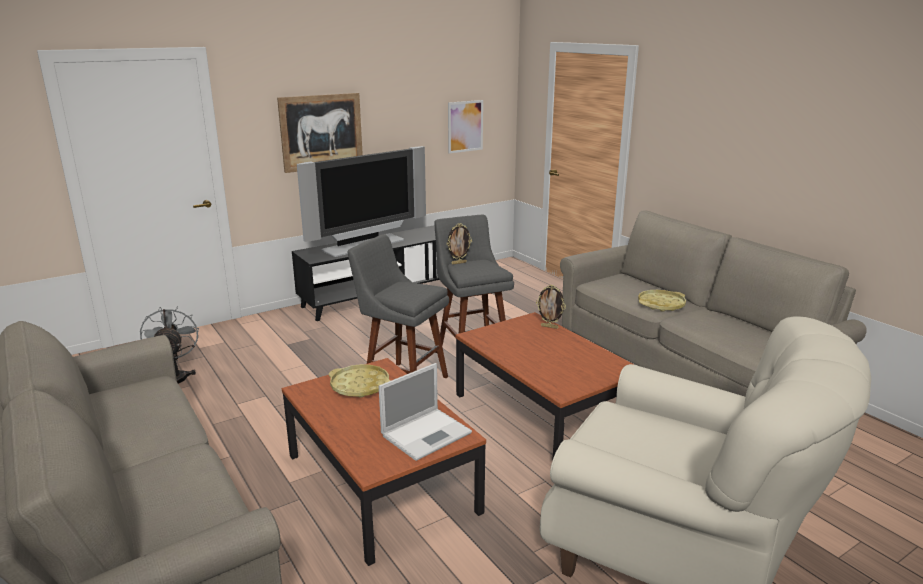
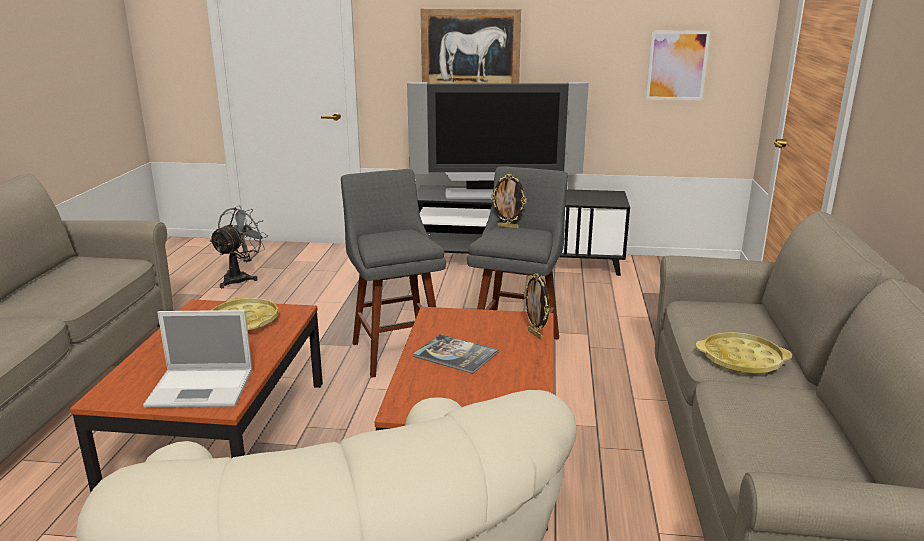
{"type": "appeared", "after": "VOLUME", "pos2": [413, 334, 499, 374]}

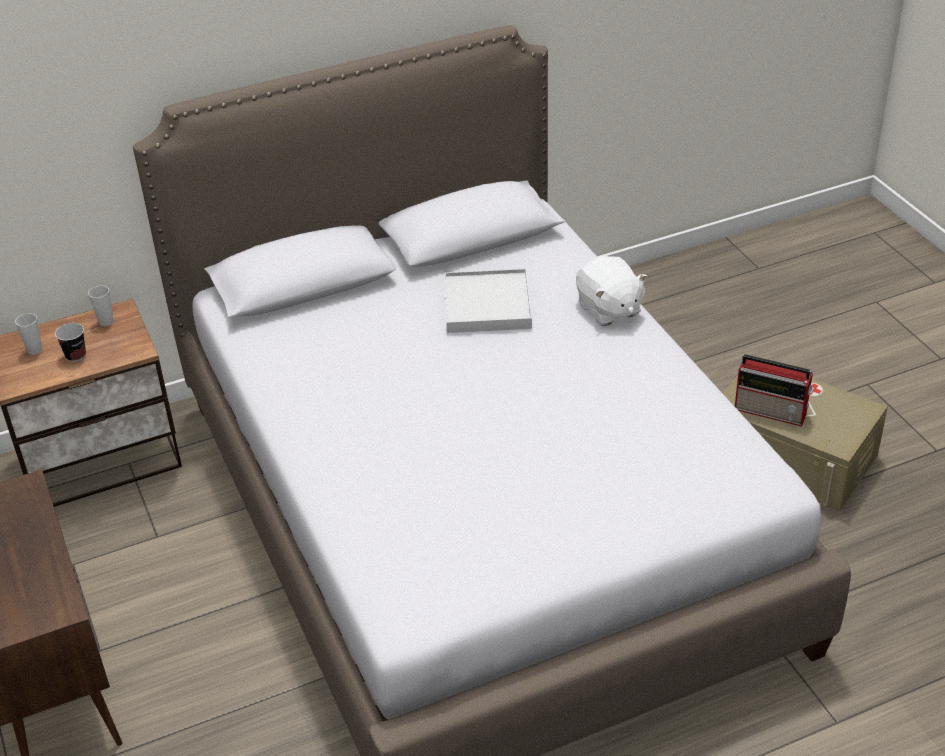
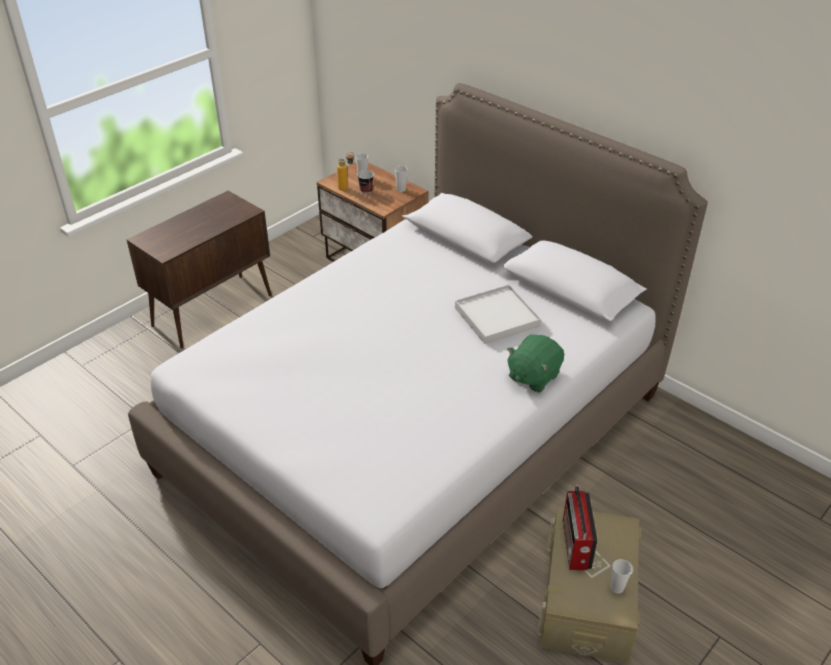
{"type": "colour", "before": "WHITE-COLOURED PLUSH TOY", "after": "GREENISH PLUSH TOY", "pos1": [576, 256, 648, 326], "pos2": [507, 334, 564, 392]}
{"type": "appeared", "after": "DRINK BOTTLE", "pos2": [337, 152, 354, 191]}
{"type": "appeared", "after": "DRINKING CUP", "pos2": [610, 559, 632, 594]}

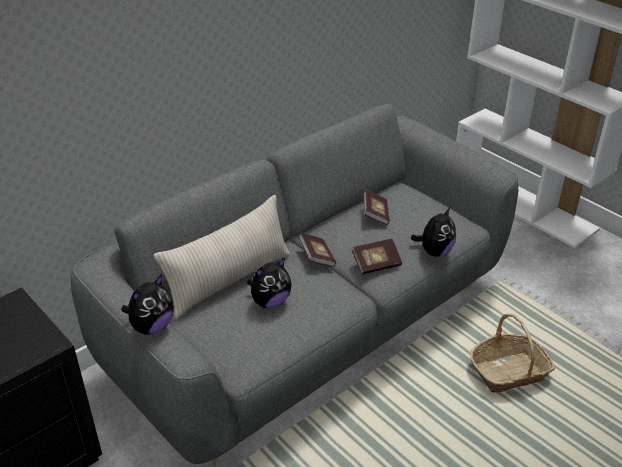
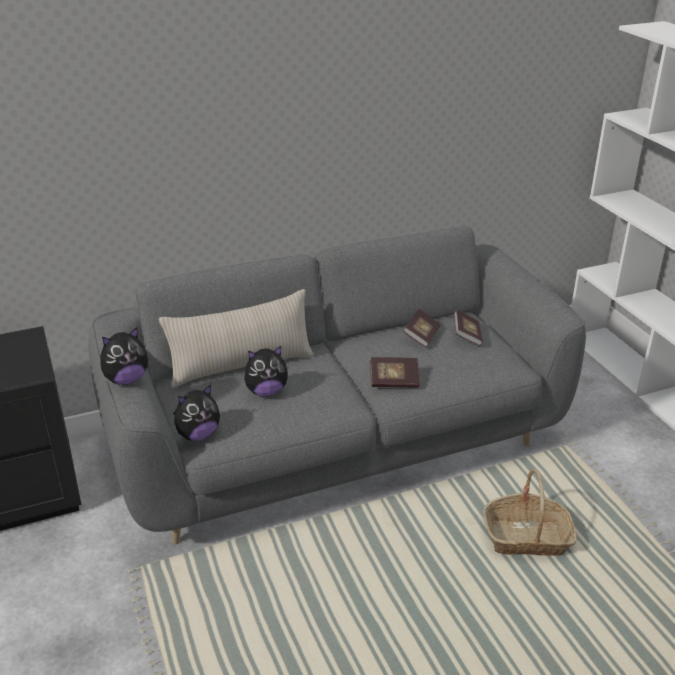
{"type": "relocated", "before": "VOLUME", "pos1": [299, 232, 336, 267], "pos2": [454, 309, 483, 346]}
{"type": "relocated", "before": "PLUSH TOY", "pos1": [411, 208, 456, 257], "pos2": [174, 384, 220, 441]}

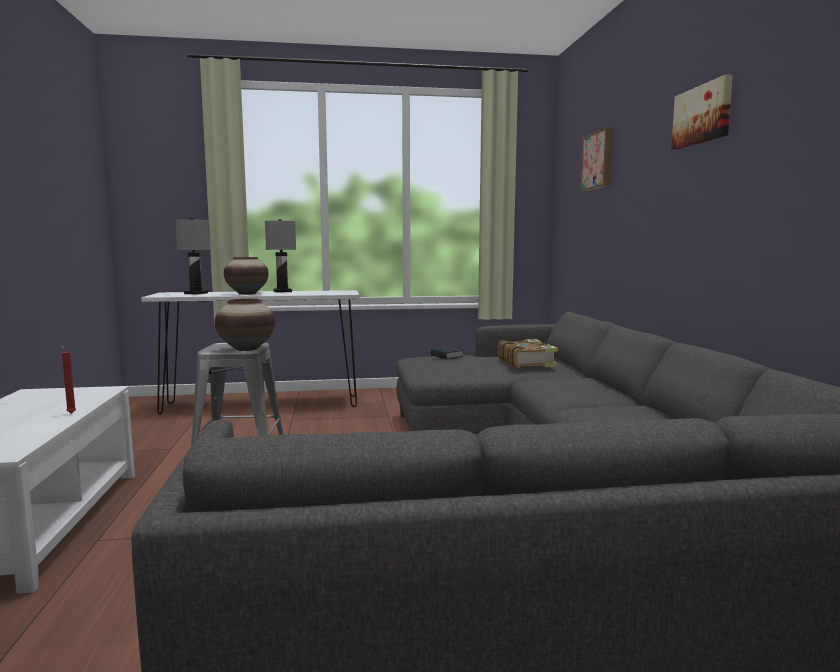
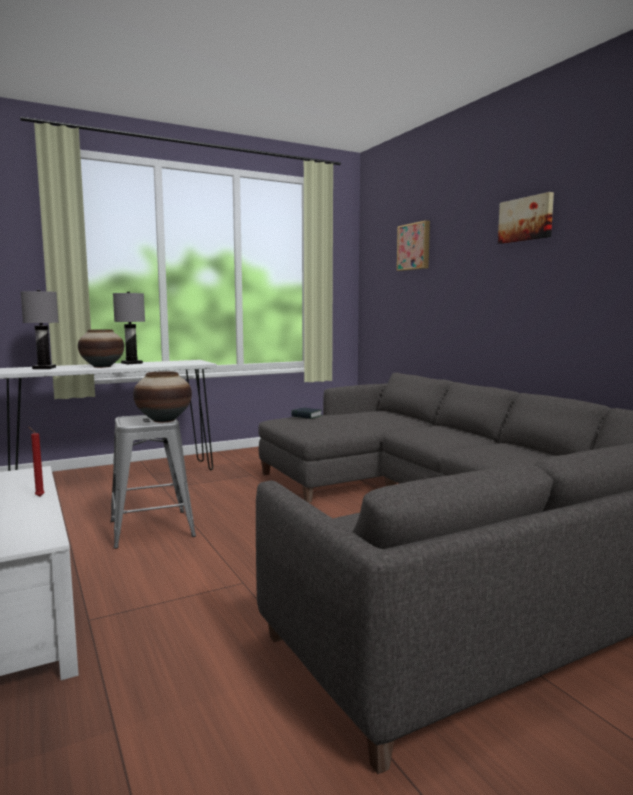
{"type": "missing", "before": "VOLUME", "pos1": [498, 339, 558, 368]}

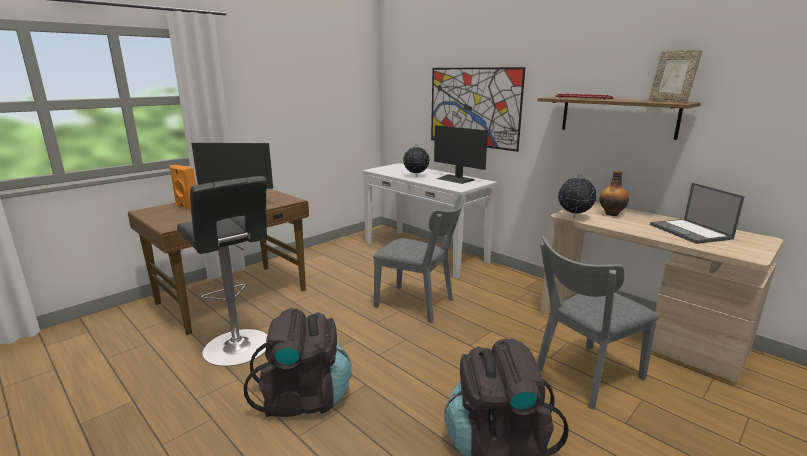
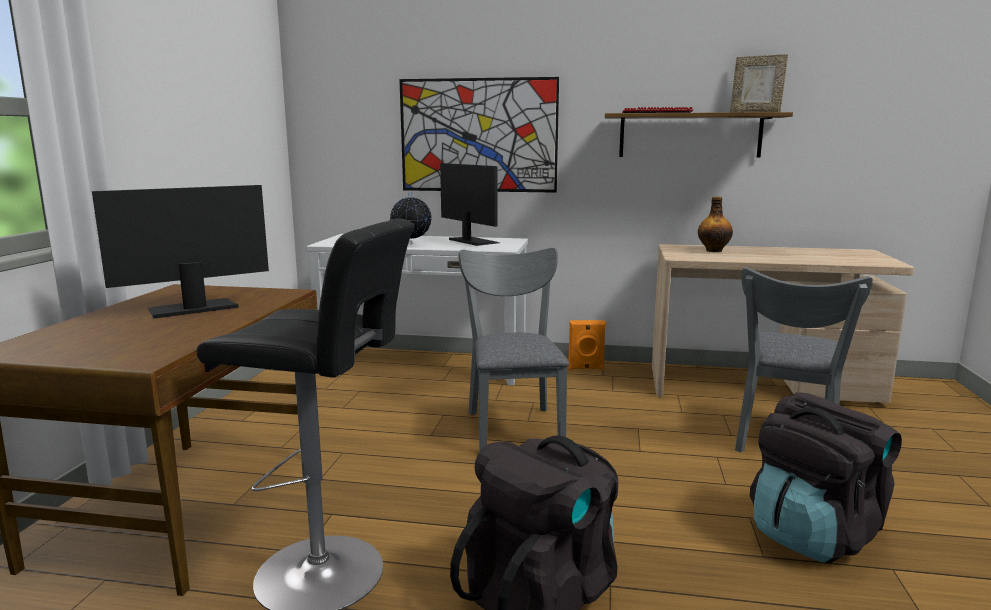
{"type": "relocated", "before": "ORANGE-COLOURED SPEAKER", "pos1": [169, 165, 196, 210], "pos2": [568, 320, 606, 369]}
{"type": "spun", "before": "GRAY PLAIN CHAIR", "pos1": [373, 194, 464, 323], "pos2": [458, 248, 569, 452], "turn": -90}
{"type": "spun", "before": "COMPUTER SCREEN", "pos1": [434, 125, 488, 184], "pos2": [440, 163, 499, 246], "turn": -135}
{"type": "missing", "before": "DESK GLOBE", "pos1": [558, 173, 596, 217]}
{"type": "missing", "before": "LAPTOP", "pos1": [650, 183, 745, 244]}

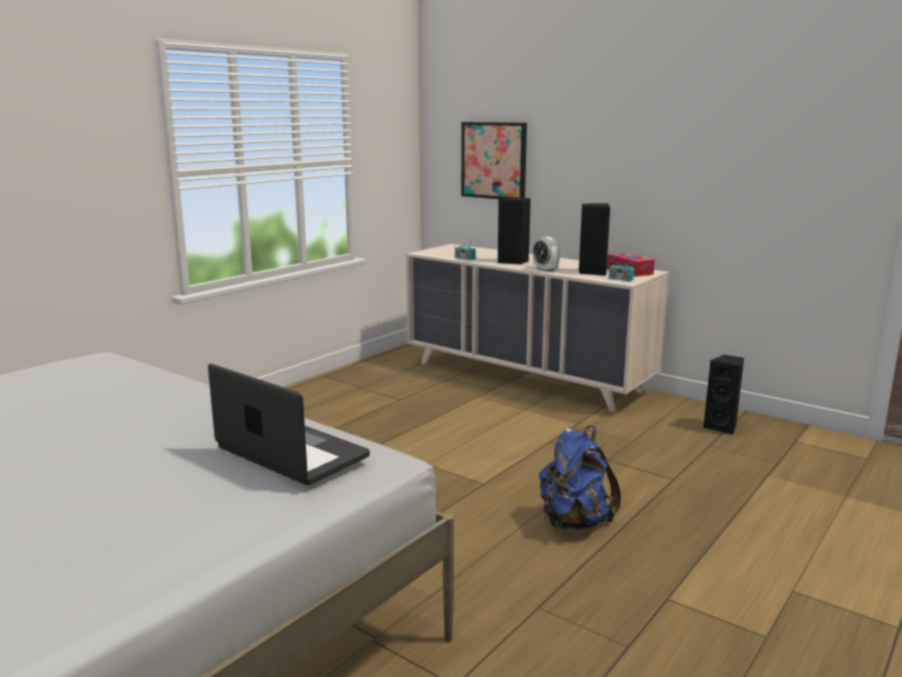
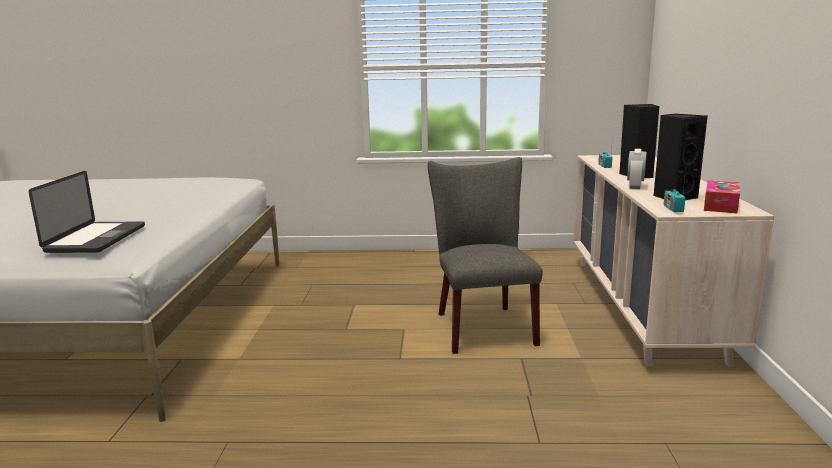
{"type": "missing", "before": "PICTURE", "pos1": [461, 122, 527, 199]}
{"type": "missing", "before": "BLUE BACKPACK", "pos1": [539, 426, 621, 529]}
{"type": "missing", "before": "BLACK-COLOURED SPEAKER", "pos1": [703, 355, 744, 435]}
{"type": "appeared", "after": "GRAY PLAIN CHAIR", "pos2": [428, 157, 543, 354]}

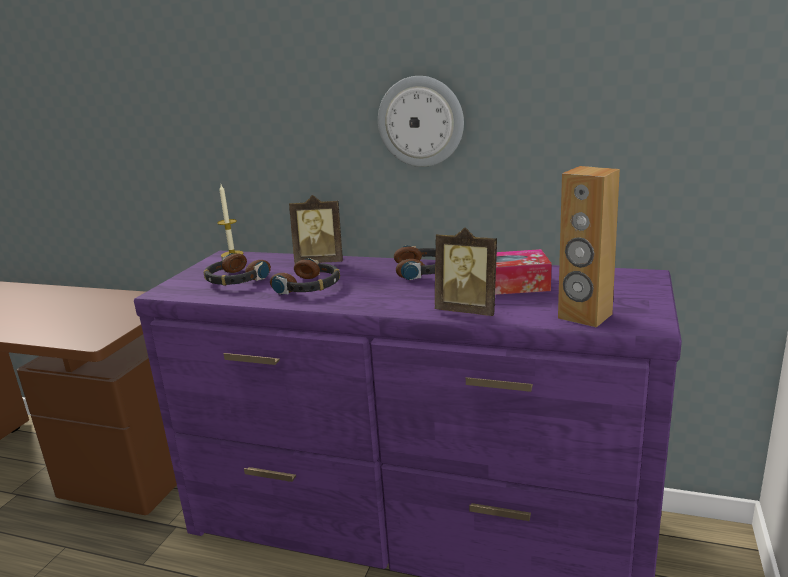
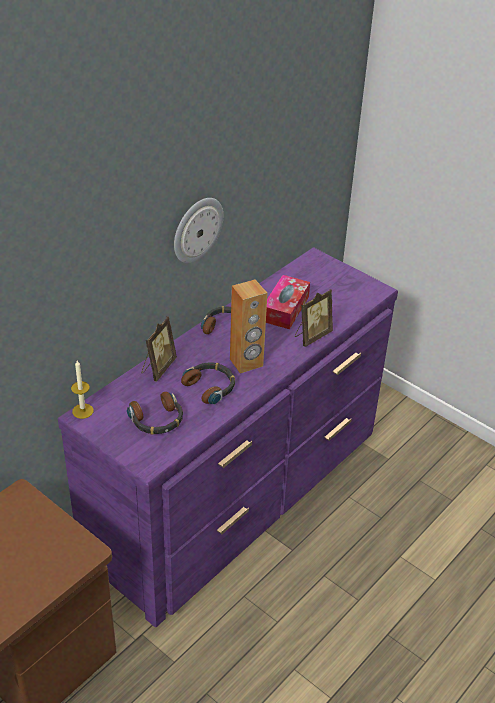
{"type": "relocated", "before": "BROWN SPEAKER", "pos1": [558, 166, 620, 328], "pos2": [230, 279, 267, 374]}

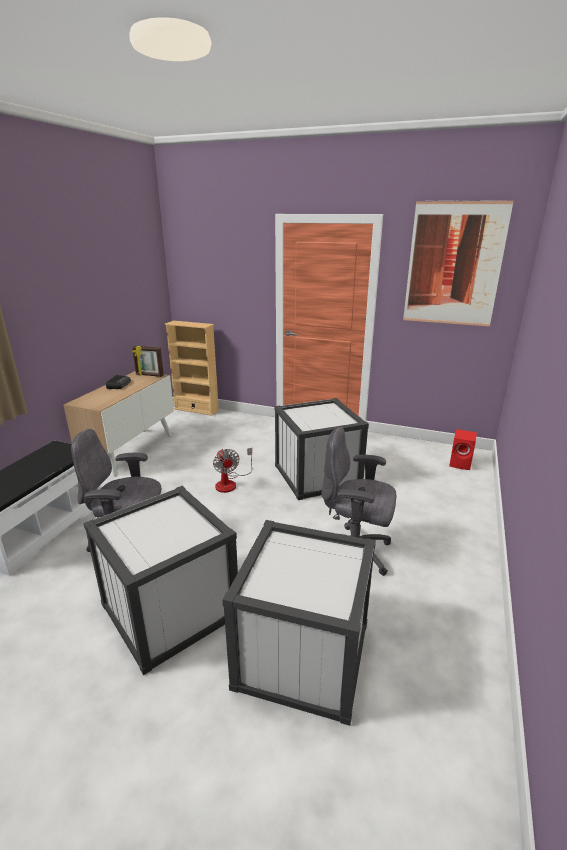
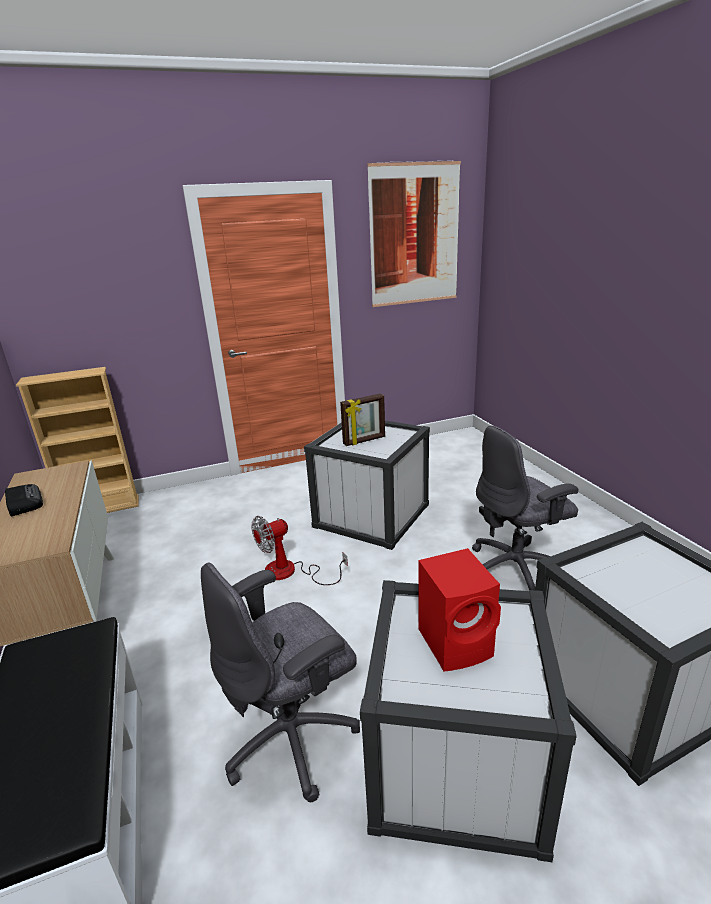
{"type": "relocated", "before": "PHOTO FRAME", "pos1": [132, 346, 164, 377], "pos2": [340, 394, 385, 446]}
{"type": "spun", "before": "FAN", "pos1": [213, 448, 252, 493], "pos2": [251, 516, 348, 585], "turn": 120}
{"type": "relocated", "before": "RED SPEAKER", "pos1": [449, 429, 477, 470], "pos2": [418, 548, 501, 671]}

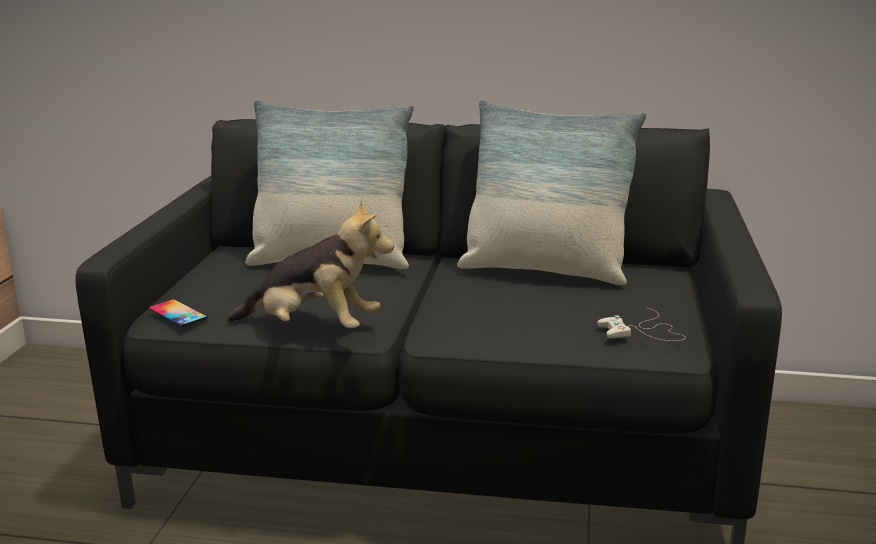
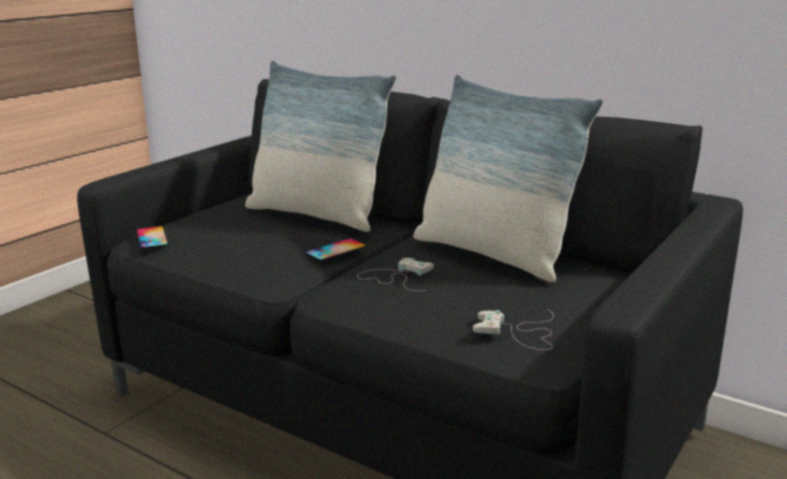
{"type": "missing", "before": "PLUSH TOY", "pos1": [227, 199, 394, 328]}
{"type": "appeared", "after": "PHONE", "pos2": [305, 238, 366, 261]}
{"type": "appeared", "after": "WHITE-COLOURED GAMEPAD", "pos2": [357, 258, 434, 291]}

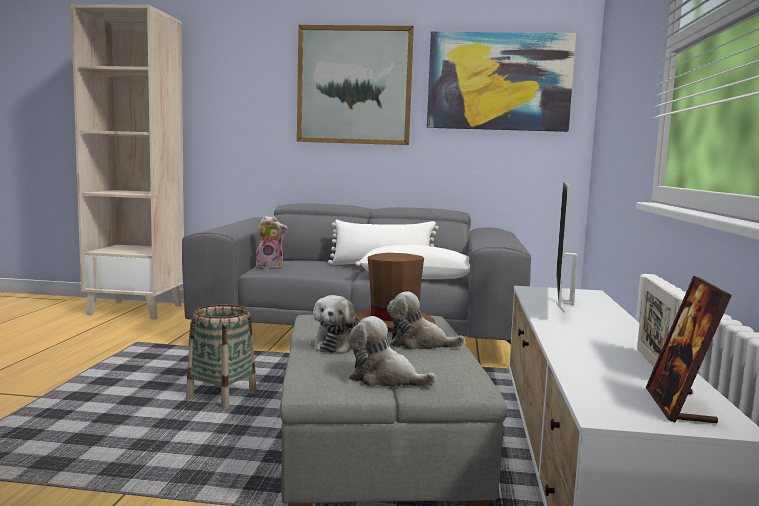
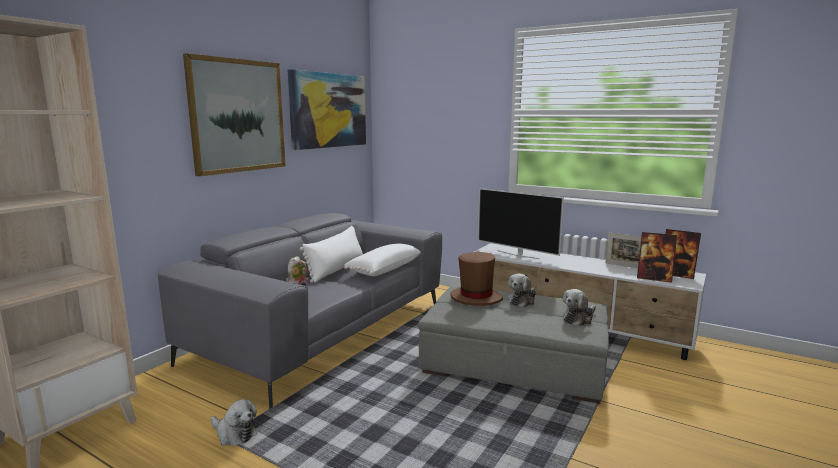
{"type": "missing", "before": "HOUSEHOLD BASKET", "pos1": [186, 304, 256, 409]}
{"type": "relocated", "before": "PLUSH TOY", "pos1": [309, 295, 360, 353], "pos2": [211, 399, 257, 446]}
{"type": "appeared", "after": "PHOTO FRAME", "pos2": [637, 232, 677, 283]}

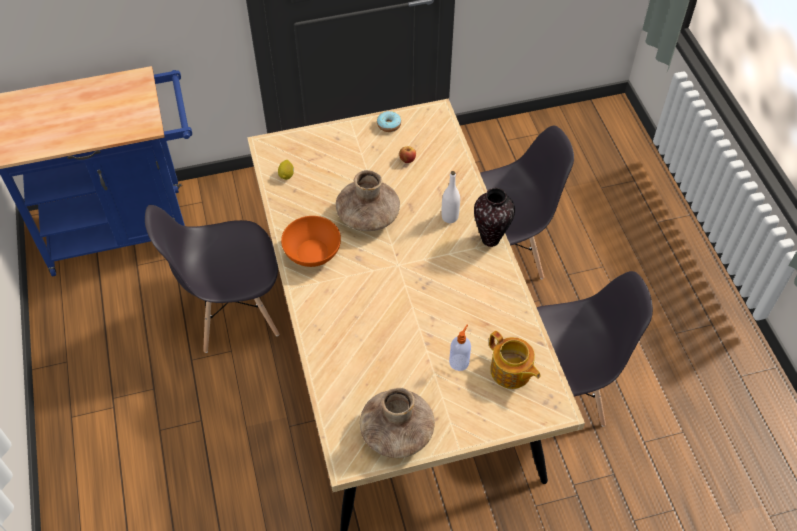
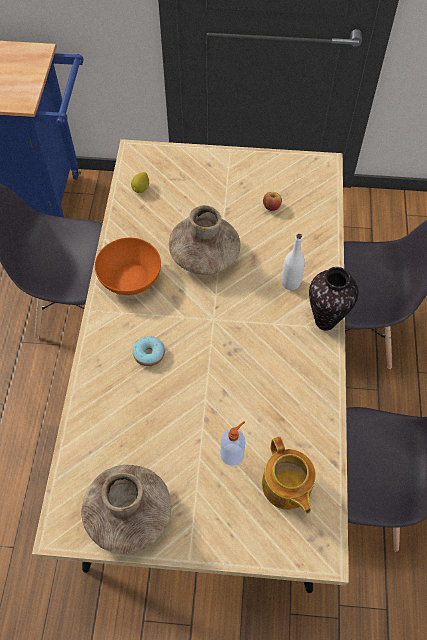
{"type": "relocated", "before": "DOUGHNUT", "pos1": [377, 111, 401, 132], "pos2": [133, 336, 165, 366]}

